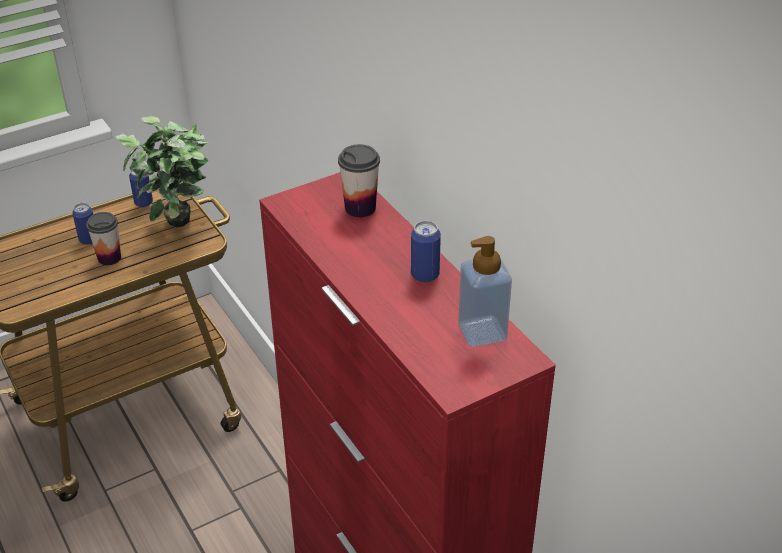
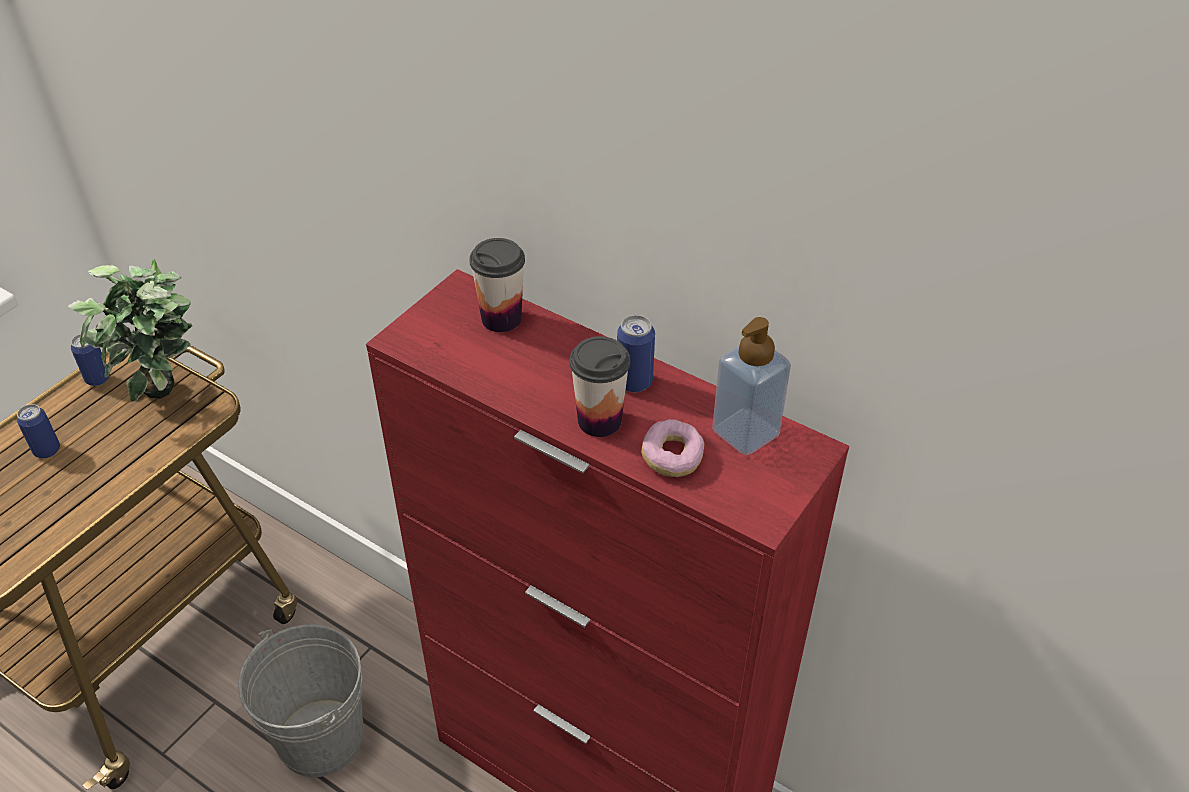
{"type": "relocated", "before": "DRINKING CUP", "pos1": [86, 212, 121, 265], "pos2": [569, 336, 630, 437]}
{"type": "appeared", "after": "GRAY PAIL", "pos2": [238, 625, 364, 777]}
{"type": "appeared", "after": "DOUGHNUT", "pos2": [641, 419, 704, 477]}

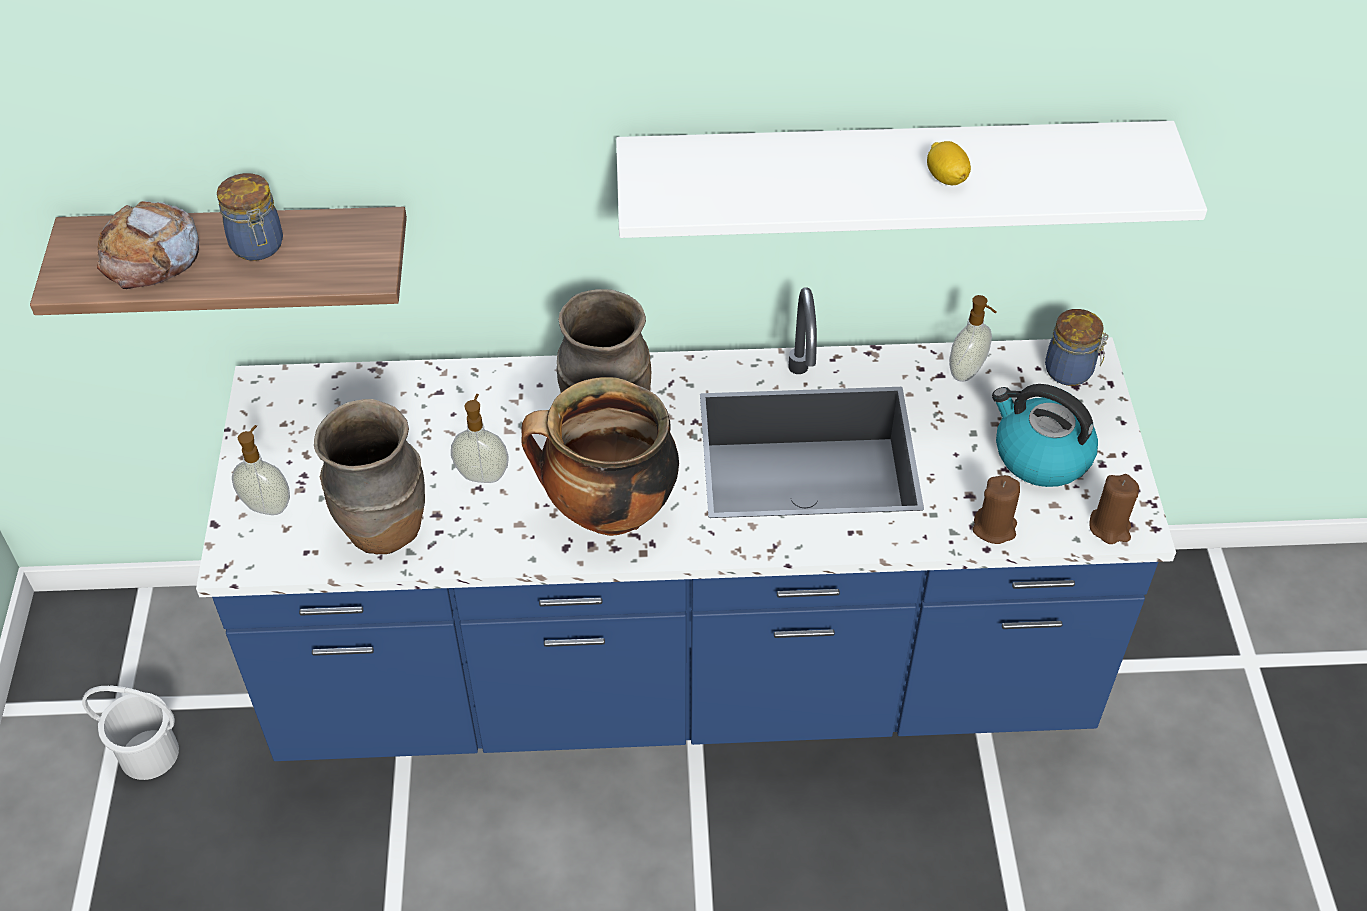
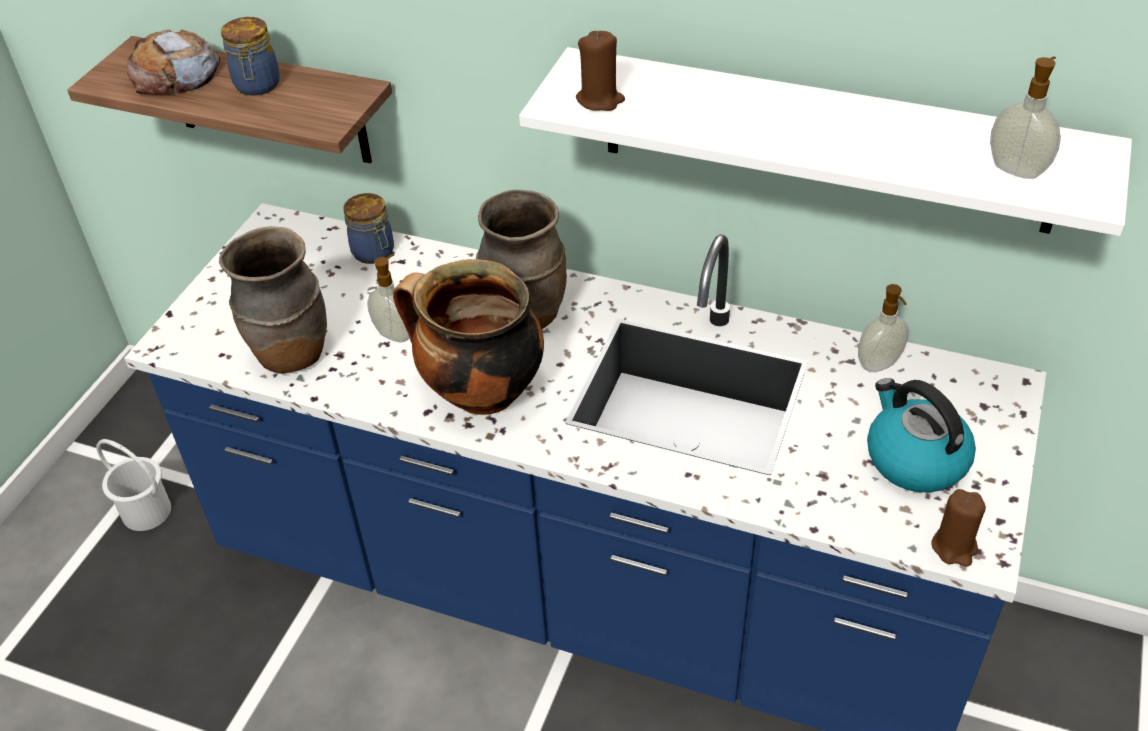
{"type": "relocated", "before": "LIQUID SOAP BOTTLE", "pos1": [232, 425, 290, 515], "pos2": [990, 56, 1061, 179]}
{"type": "missing", "before": "WHOLE LEMON", "pos1": [927, 141, 971, 185]}
{"type": "relocated", "before": "BROWN WAX LIGHT", "pos1": [973, 475, 1020, 544], "pos2": [576, 31, 625, 111]}
{"type": "relocated", "before": "JAR", "pos1": [1045, 309, 1109, 386], "pos2": [343, 193, 394, 264]}

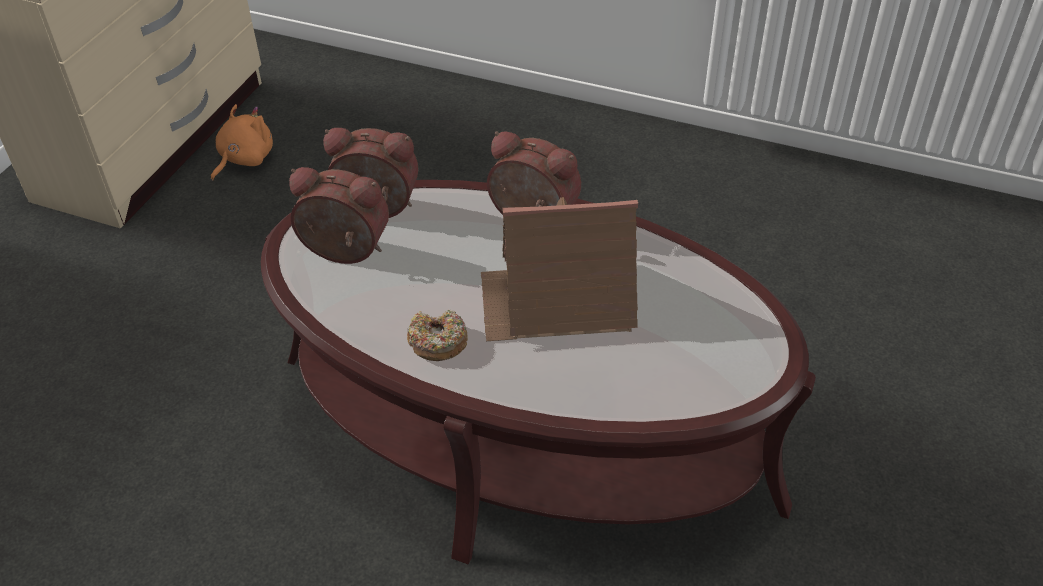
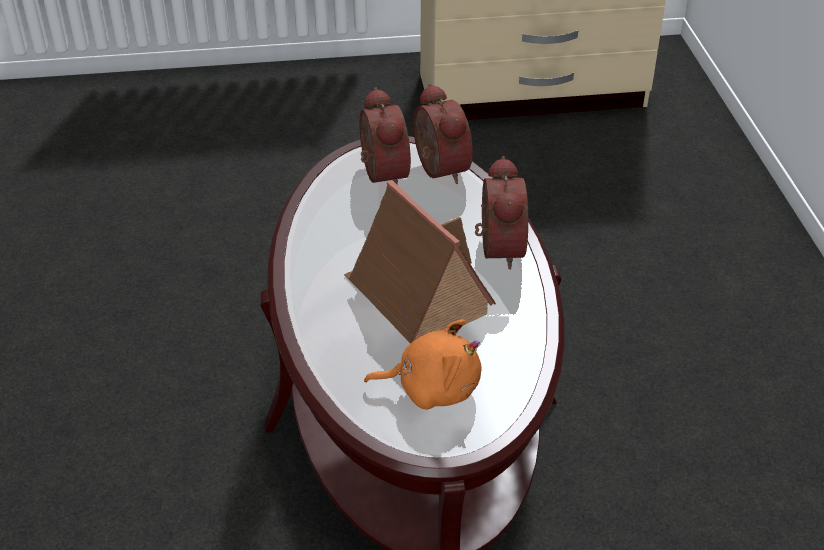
{"type": "relocated", "before": "ORANGE-COLOURED PLUSH TOY", "pos1": [211, 104, 273, 181], "pos2": [364, 319, 482, 410]}
{"type": "missing", "before": "DOUGHNUT", "pos1": [407, 310, 468, 361]}

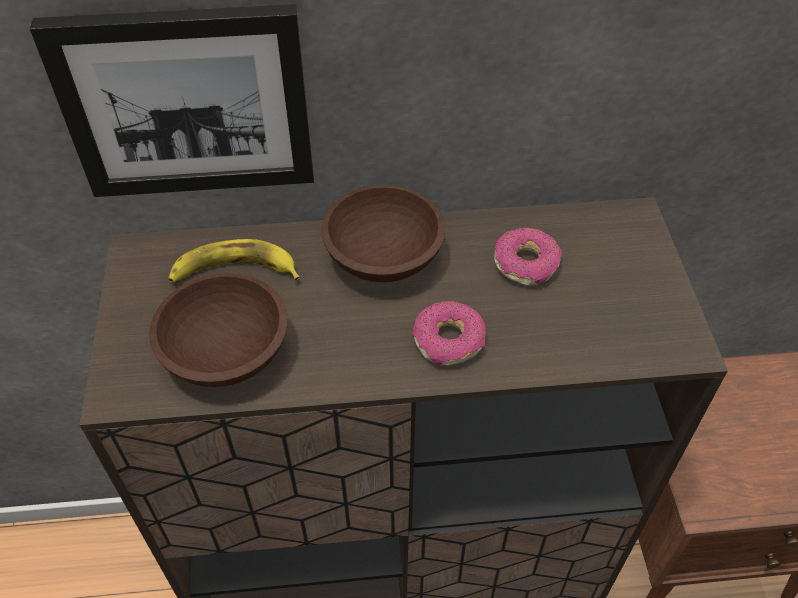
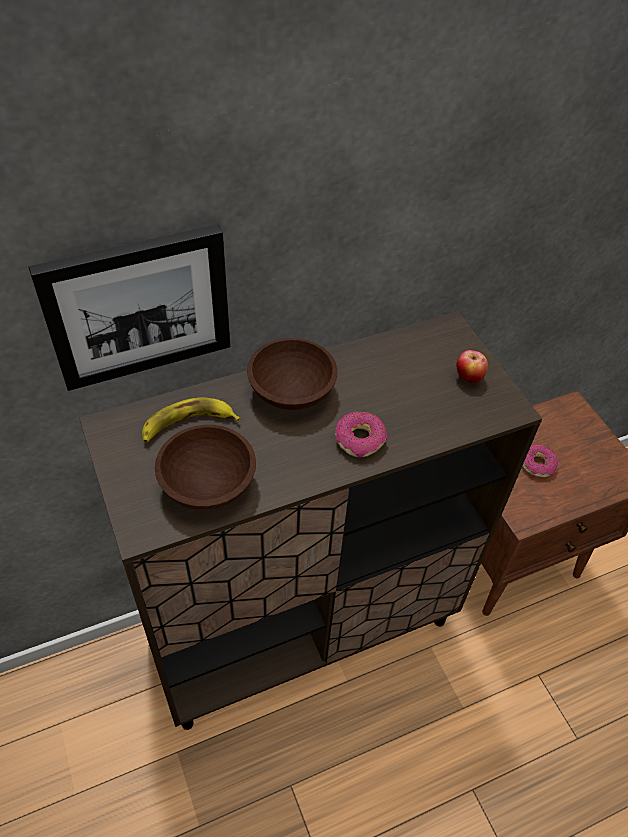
{"type": "relocated", "before": "DOUGHNUT", "pos1": [494, 228, 562, 286], "pos2": [523, 444, 558, 477]}
{"type": "appeared", "after": "APPLE FRUIT", "pos2": [456, 350, 488, 384]}

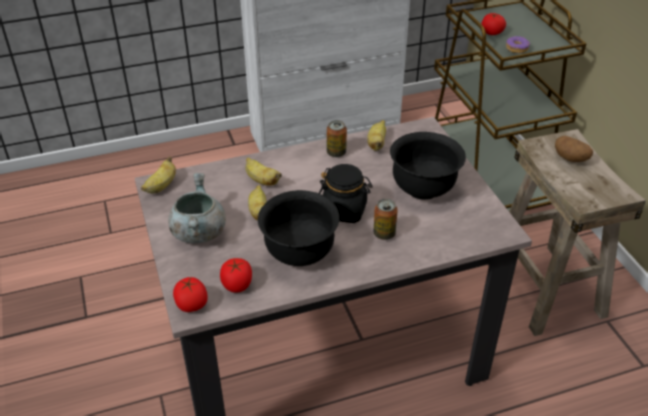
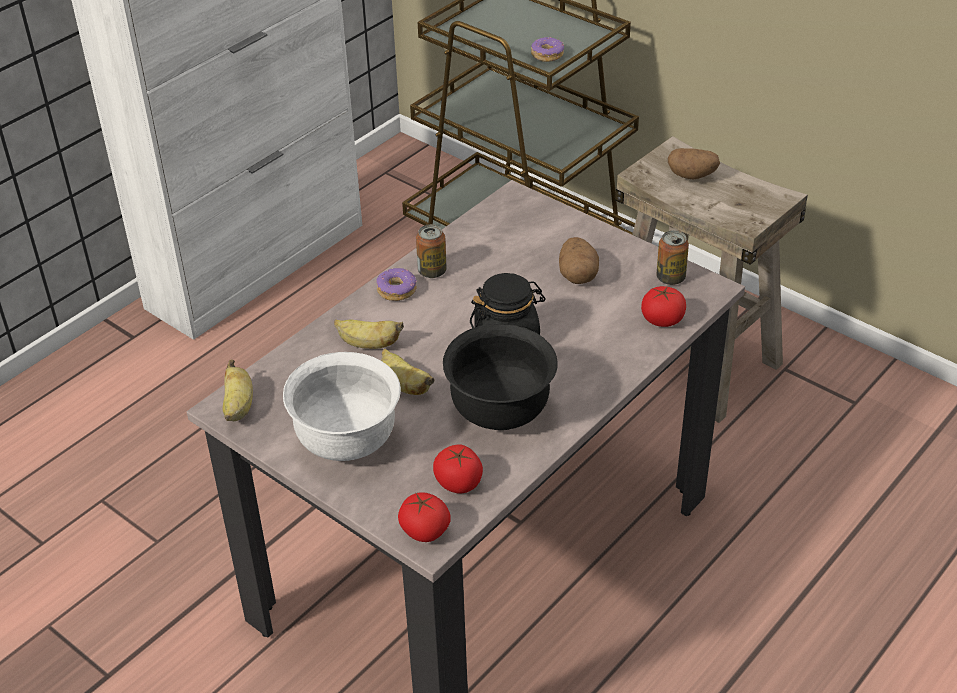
{"type": "exchanged", "before": "GRAY COOKING POT", "after": "WHITE-COLOURED BOWL", "pos1": [168, 173, 226, 243], "pos2": [283, 352, 401, 461]}
{"type": "missing", "before": "BANANA", "pos1": [367, 120, 386, 151]}
{"type": "relocated", "before": "CAN", "pos1": [373, 199, 398, 240], "pos2": [656, 230, 689, 285]}
{"type": "exchanged", "before": "BLACK-COLOURED BOWL", "after": "SPUD", "pos1": [390, 132, 466, 200], "pos2": [559, 237, 599, 284]}
{"type": "relocated", "before": "WHOLE TOMATO", "pos1": [481, 13, 506, 35], "pos2": [641, 286, 686, 327]}
{"type": "appeared", "after": "DOUGHNUT", "pos2": [376, 268, 417, 301]}

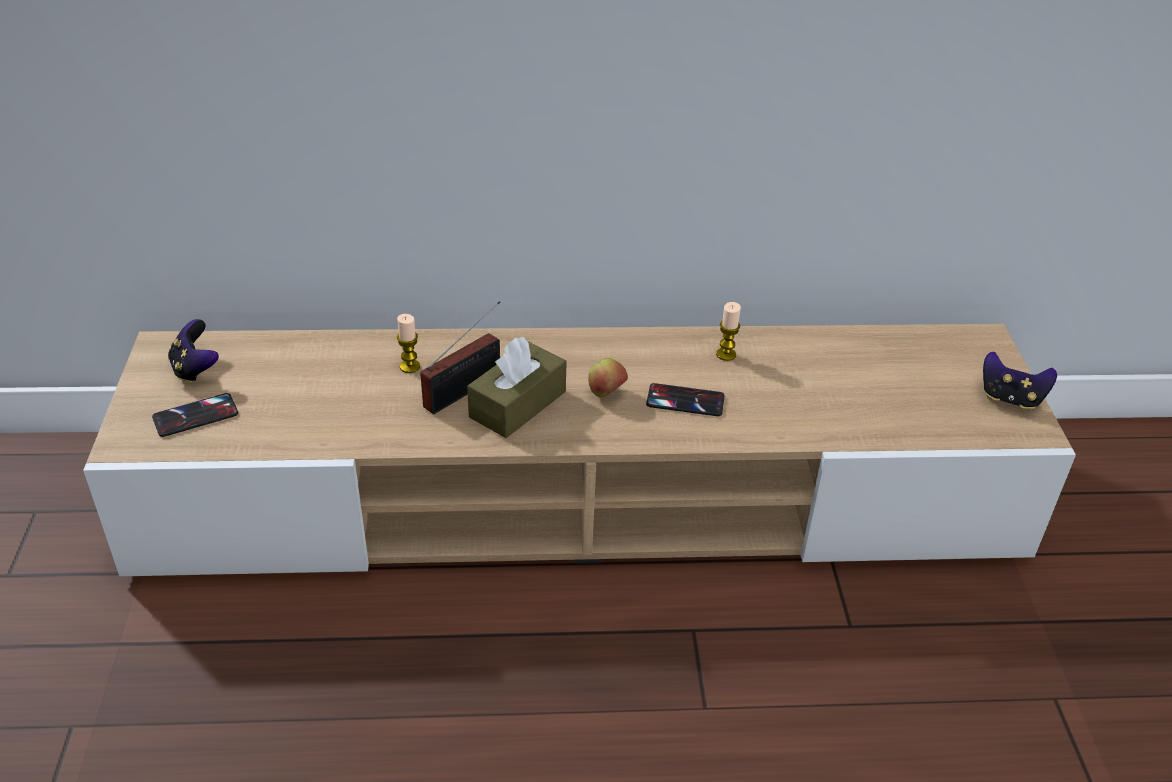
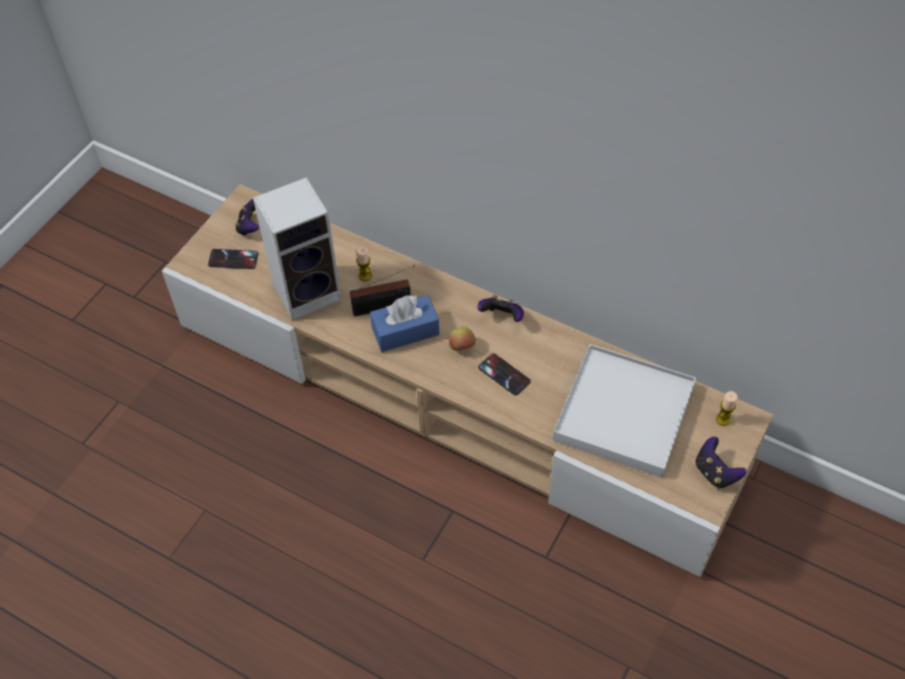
{"type": "colour", "before": "BROWN BOX OF TISSUES", "after": "BLUE BOX OF TISSUES", "pos1": [467, 337, 566, 438], "pos2": [370, 294, 439, 352]}
{"type": "relocated", "before": "WAX LIGHT", "pos1": [716, 302, 741, 361], "pos2": [716, 391, 738, 426]}
{"type": "appeared", "after": "SPEAKER", "pos2": [253, 177, 342, 320]}
{"type": "appeared", "after": "GAMEPAD", "pos2": [477, 295, 524, 322]}
{"type": "appeared", "after": "WHITE-COLOURED TRAY", "pos2": [552, 344, 696, 478]}

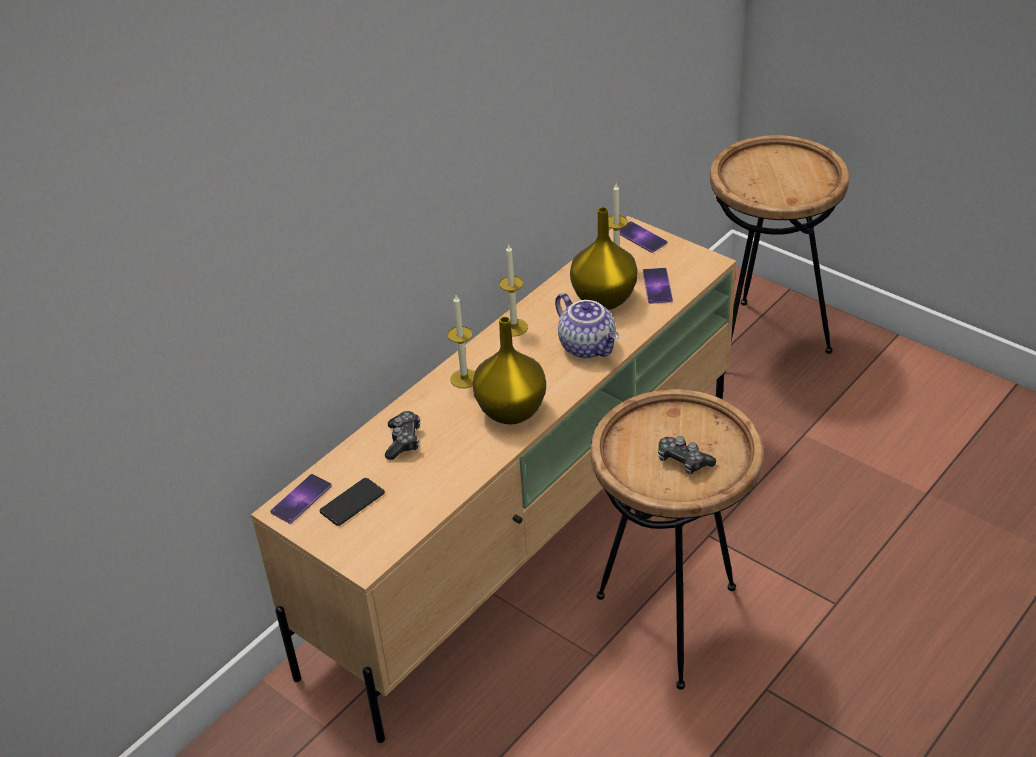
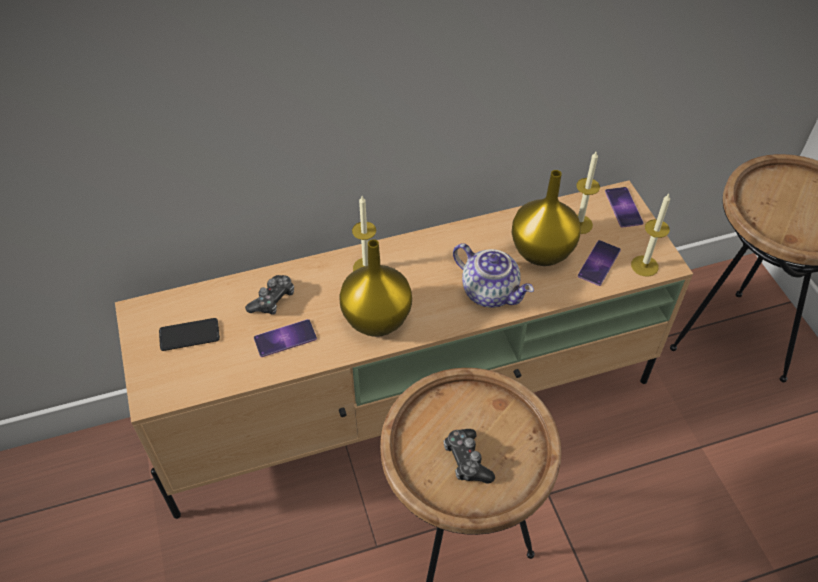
{"type": "relocated", "before": "PHONE", "pos1": [270, 474, 332, 524], "pos2": [254, 319, 317, 357]}
{"type": "relocated", "before": "WAX LIGHT", "pos1": [499, 244, 528, 337], "pos2": [631, 194, 670, 277]}
{"type": "spun", "before": "TEA POT", "pos1": [555, 293, 619, 359], "pos2": [453, 243, 534, 308], "turn": -45}

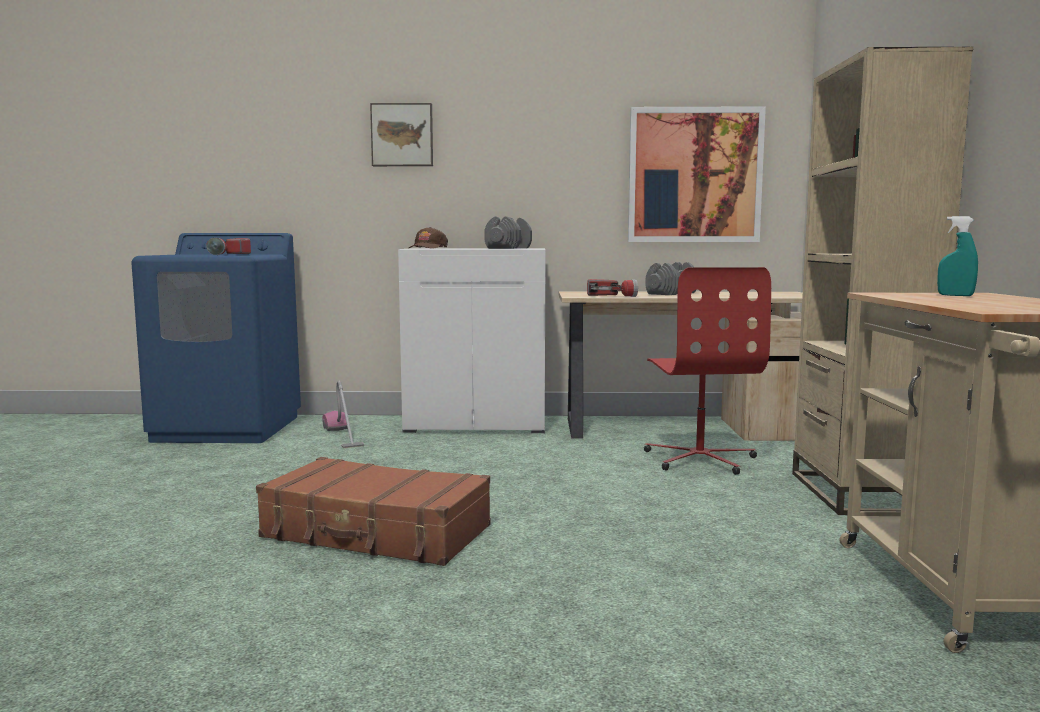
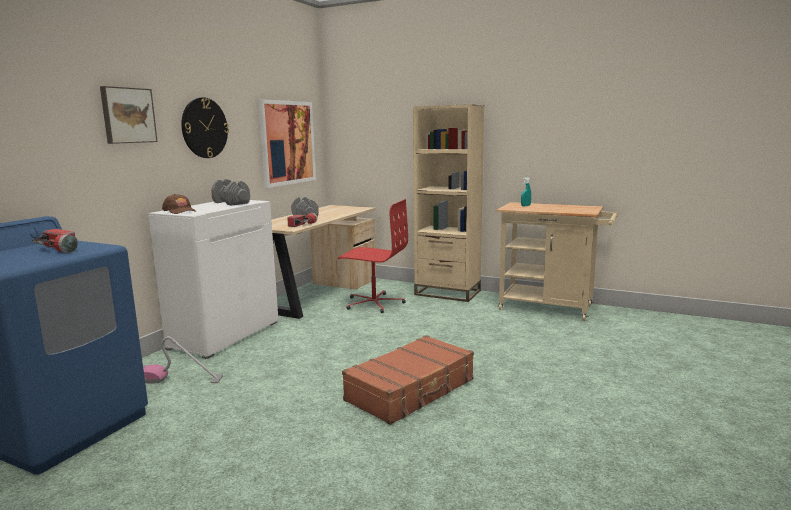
{"type": "appeared", "after": "CLOCK ON THE WALL", "pos2": [181, 97, 229, 158]}

